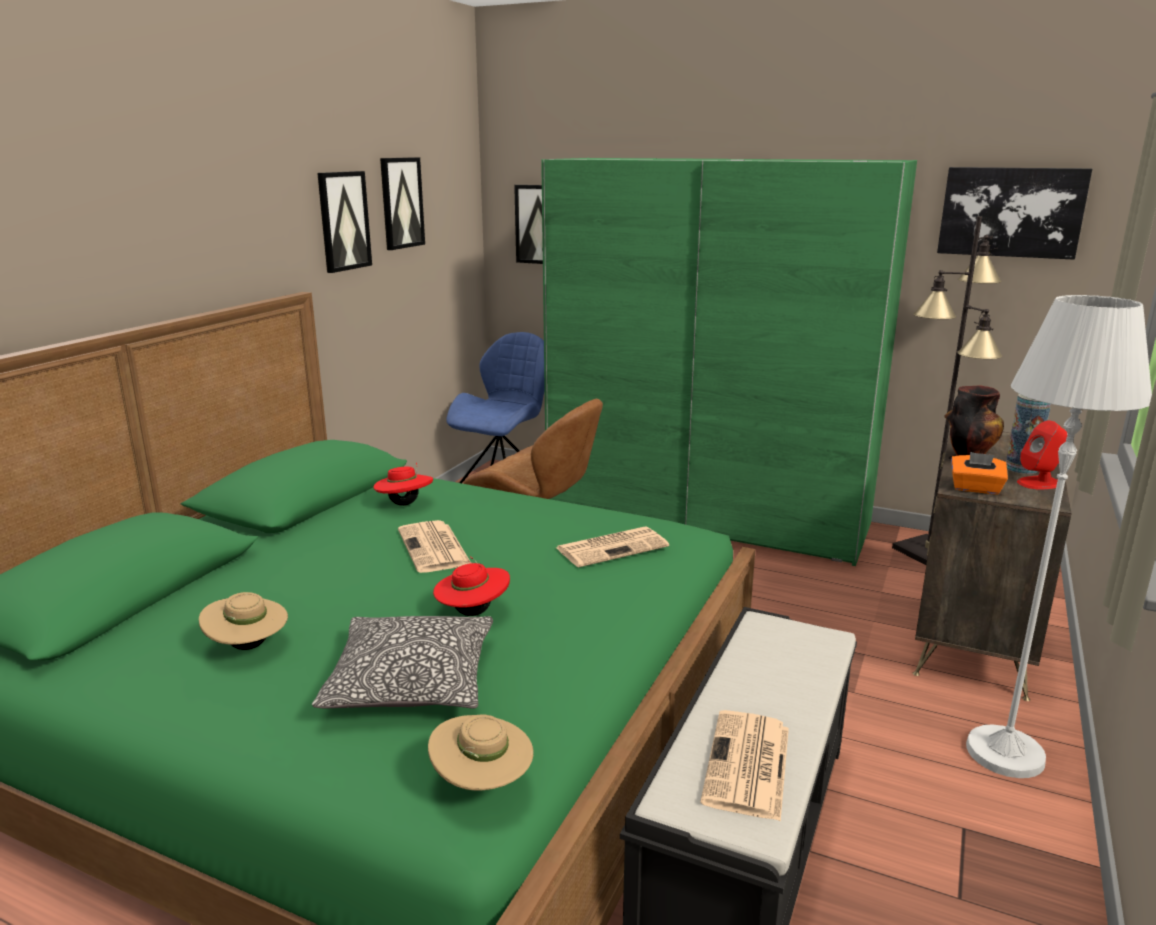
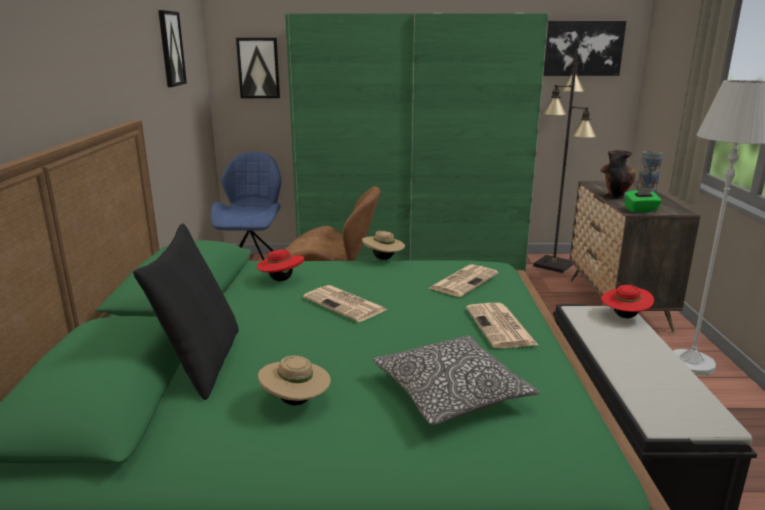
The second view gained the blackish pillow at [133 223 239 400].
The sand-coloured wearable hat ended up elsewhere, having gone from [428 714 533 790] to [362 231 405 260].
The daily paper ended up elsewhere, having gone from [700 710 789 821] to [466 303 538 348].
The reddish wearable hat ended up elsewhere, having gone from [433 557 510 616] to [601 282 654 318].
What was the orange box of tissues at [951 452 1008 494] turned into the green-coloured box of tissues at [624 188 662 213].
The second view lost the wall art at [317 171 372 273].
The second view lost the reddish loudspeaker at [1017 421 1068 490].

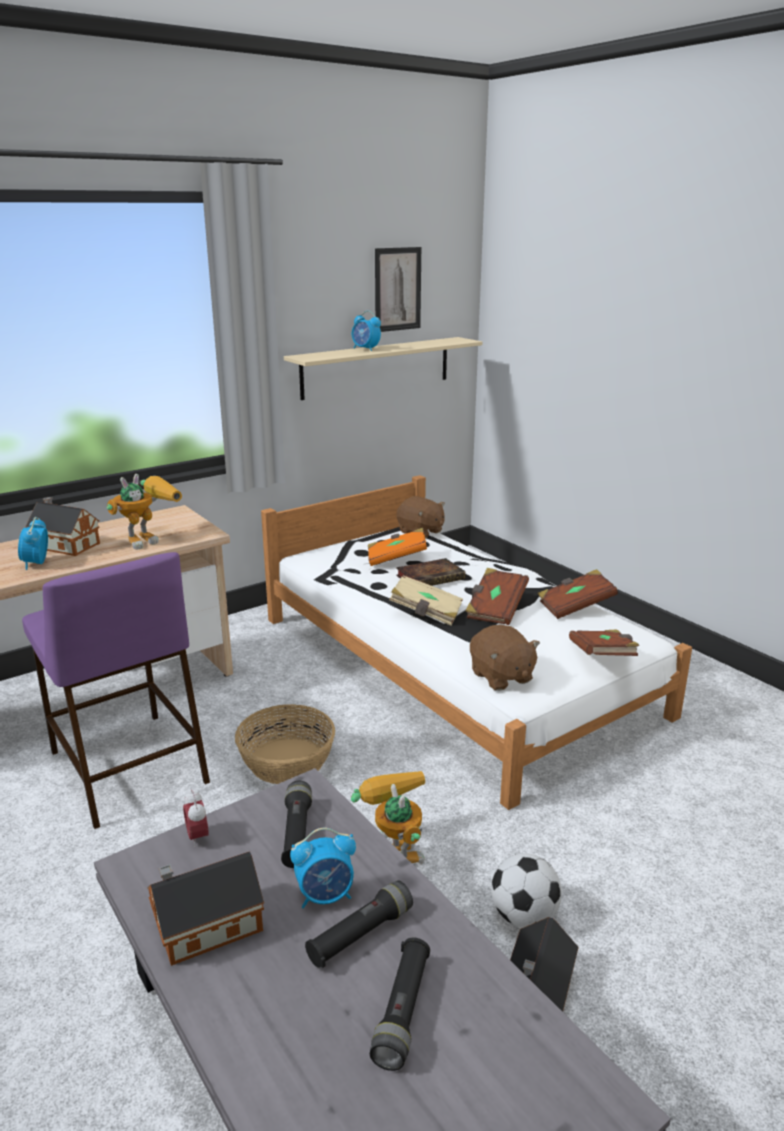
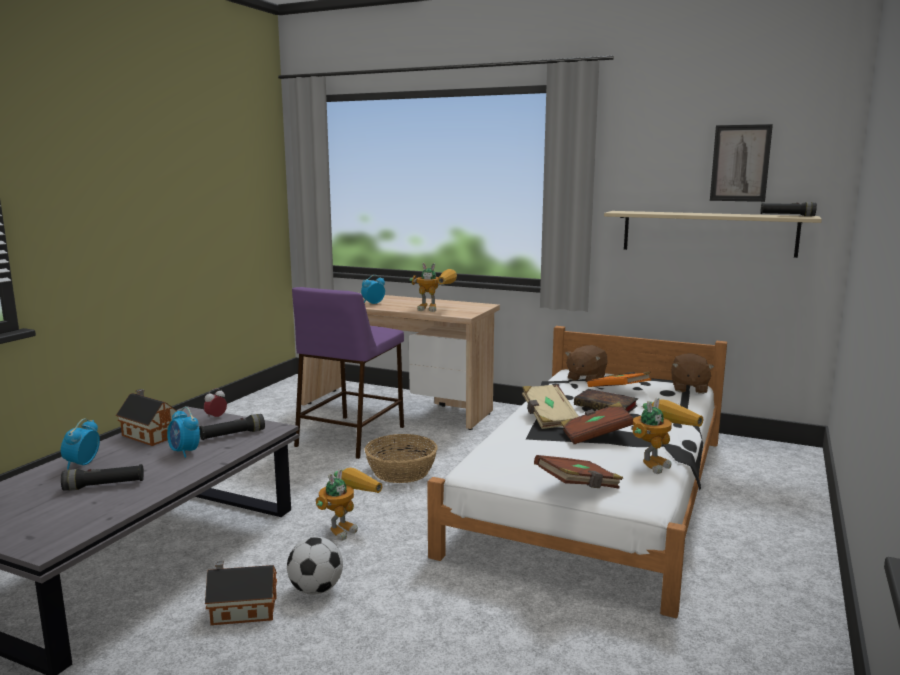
The alarm clock ended up elsewhere, having gone from [352 311 381 351] to [61 419 100 470].
The brown-coloured soft toy ended up elsewhere, having gone from [470 625 540 691] to [565 345 608 382].
Where the brown-coloured volume stood at [538 569 618 619], the robot figure came to stand at [631 397 703 474].
The blackish flashlight ended up elsewhere, having gone from [305 880 413 968] to [760 202 817 216].
The second view lost the toy house at [25 497 100 556].

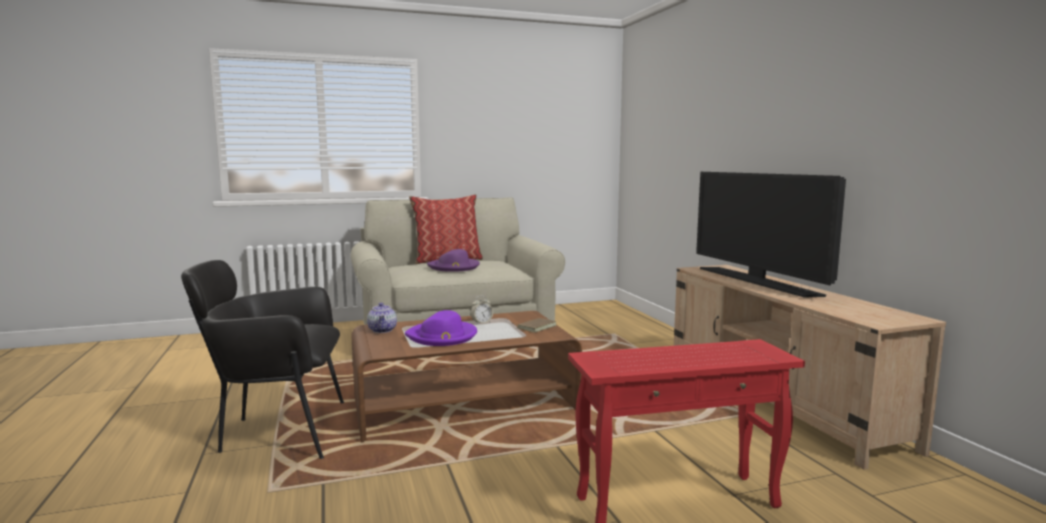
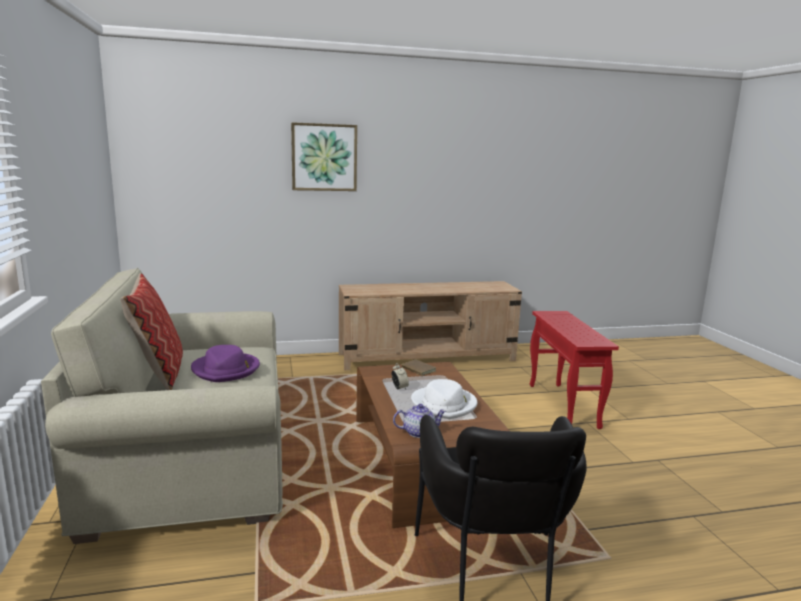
The second view gained the wall art at [291 122 357 191].
What was the purplish wearable hat at [405 310 477 346] turned into the white wearable hat at [411 379 477 419].
The second view lost the TV set at [696 172 846 298].

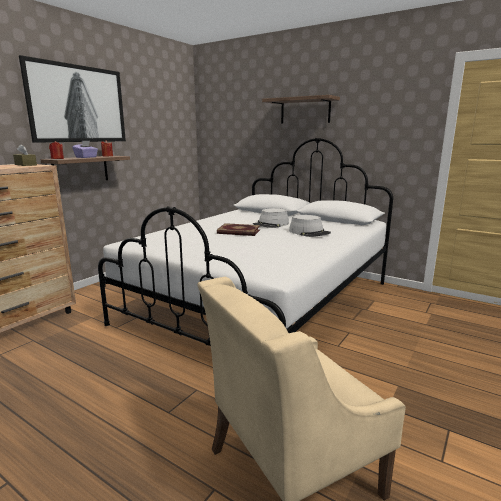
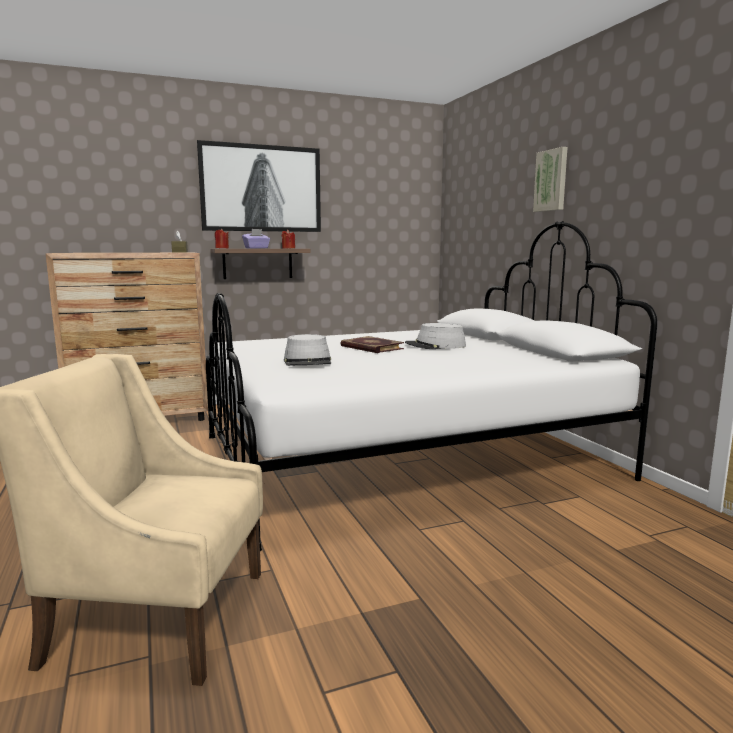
The greyish wearable hat ended up elsewhere, having gone from [289 215 331 237] to [283 334 331 366].
Where the shelf hung at [262 95 340 124], the wall art came to hang at [533 147 567 212].

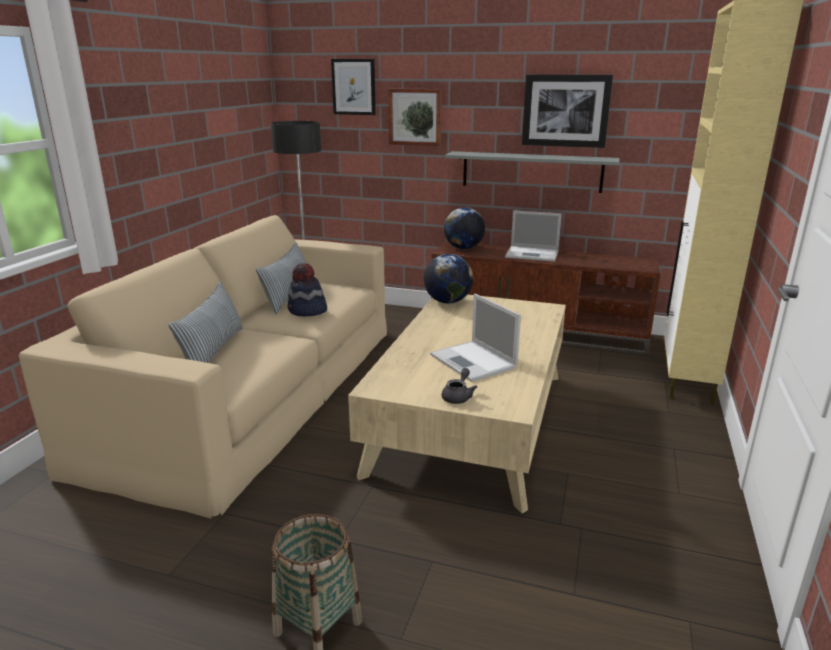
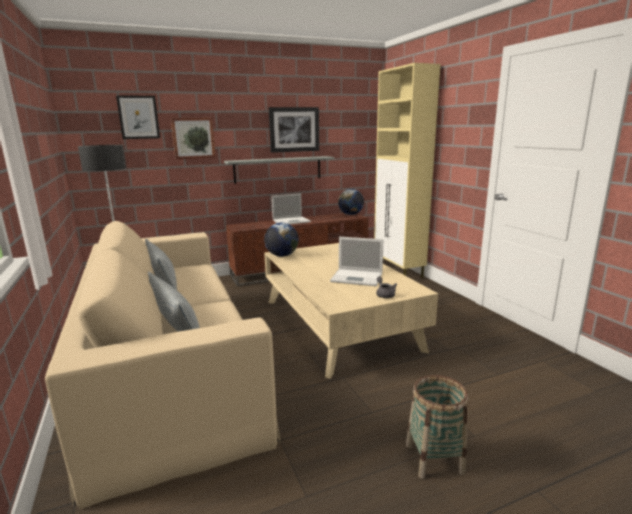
The globe ended up elsewhere, having gone from [444 207 485 249] to [338 189 364 215].
The second view lost the wearable hat at [288 263 327 316].

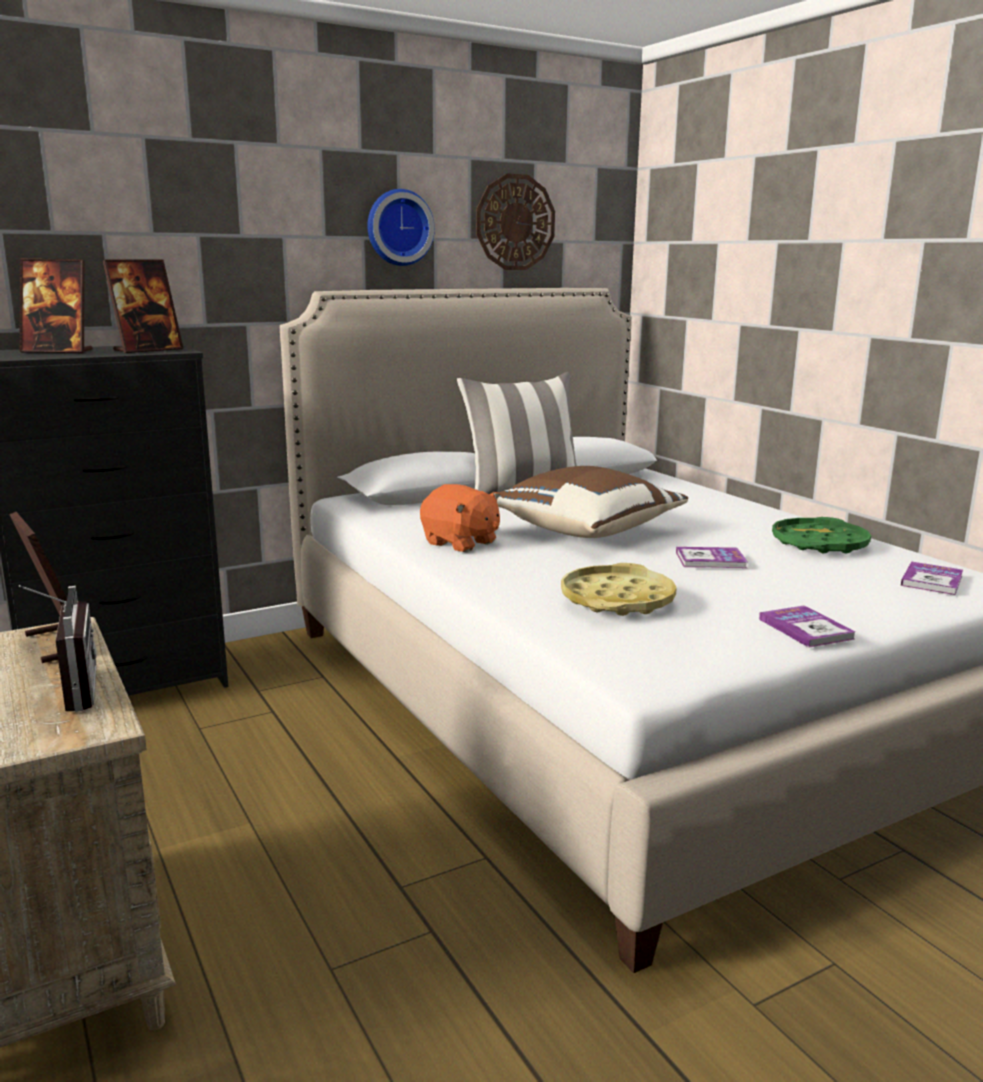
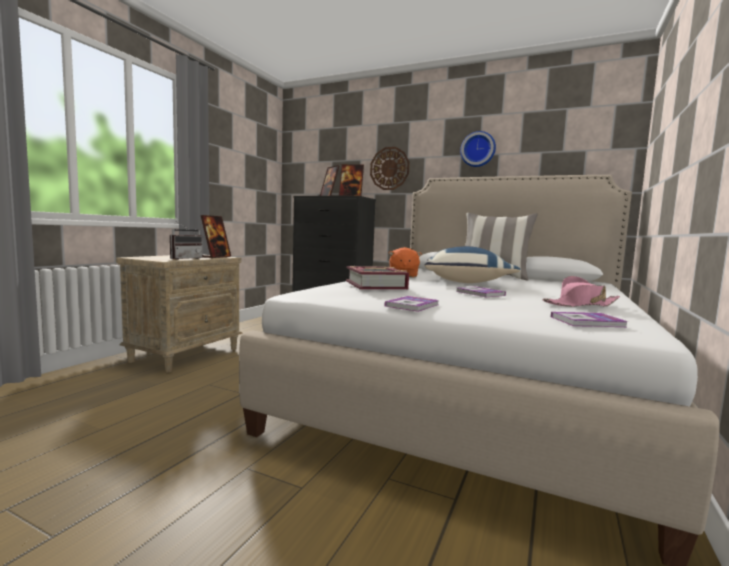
Where the yellowish carrying tray stood at [561 563 677 616], the volume came to stand at [346 266 409 290].
The wall clock ended up elsewhere, having gone from [476 173 555 270] to [370 147 410 190].
What was the brown-coloured pillow at [497 466 688 538] turned into the blue-coloured pillow at [424 246 520 283].
Where the green-coloured carrying tray stood at [772 517 871 554], the pink-coloured wearable hat came to stand at [543 276 620 307].

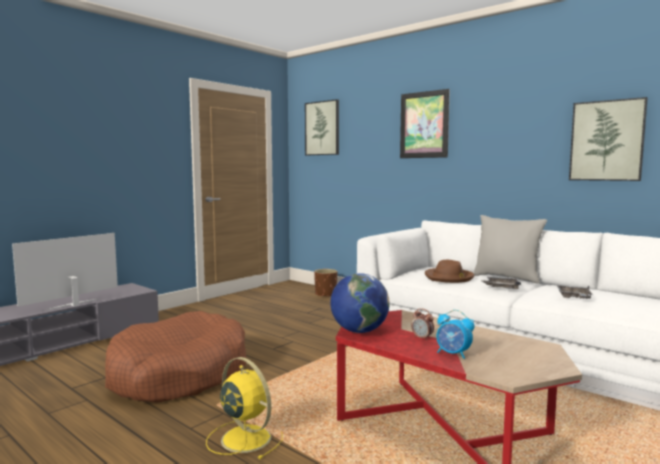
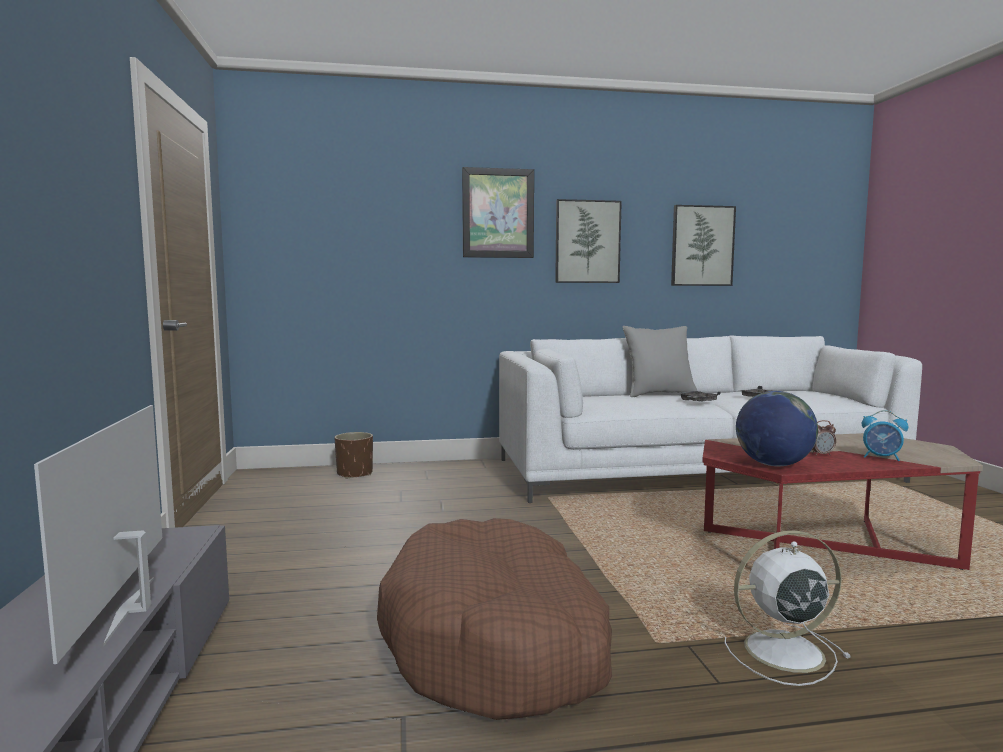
The wall art ended up elsewhere, having gone from [305 99 339 155] to [555 199 622 283].
What was the yellowish electric fan at [206 357 283 459] turned into the white electric fan at [725 530 851 686].
The alarm clock at [437 310 475 359] ended up facing another way, 45 degrees clockwise from before.
The second view lost the brown-coloured wearable hat at [425 260 474 283].

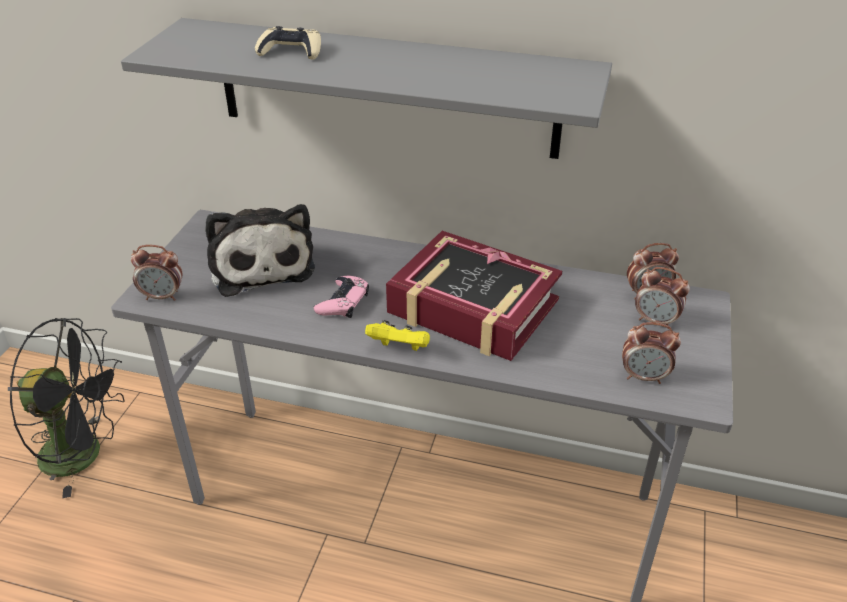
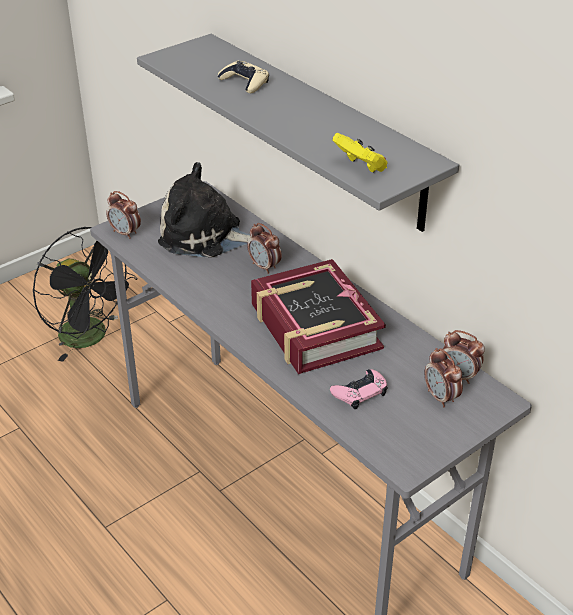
The soft toy at [205 204 315 297] ended up facing another way, 90 degrees clockwise from before.
The alarm clock ended up elsewhere, having gone from [622 322 681 384] to [247 223 282 274].
The pink-coloured gamepad ended up elsewhere, having gone from [313 276 369 318] to [330 369 387 409].
The yellowish gamepad ended up elsewhere, having gone from [365 320 430 351] to [332 133 387 173].

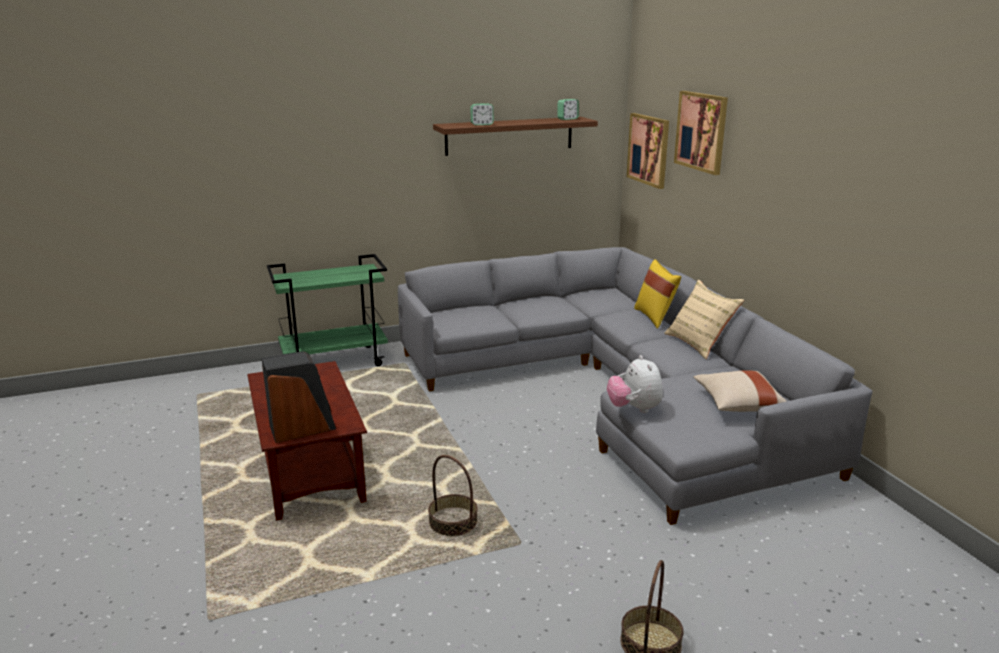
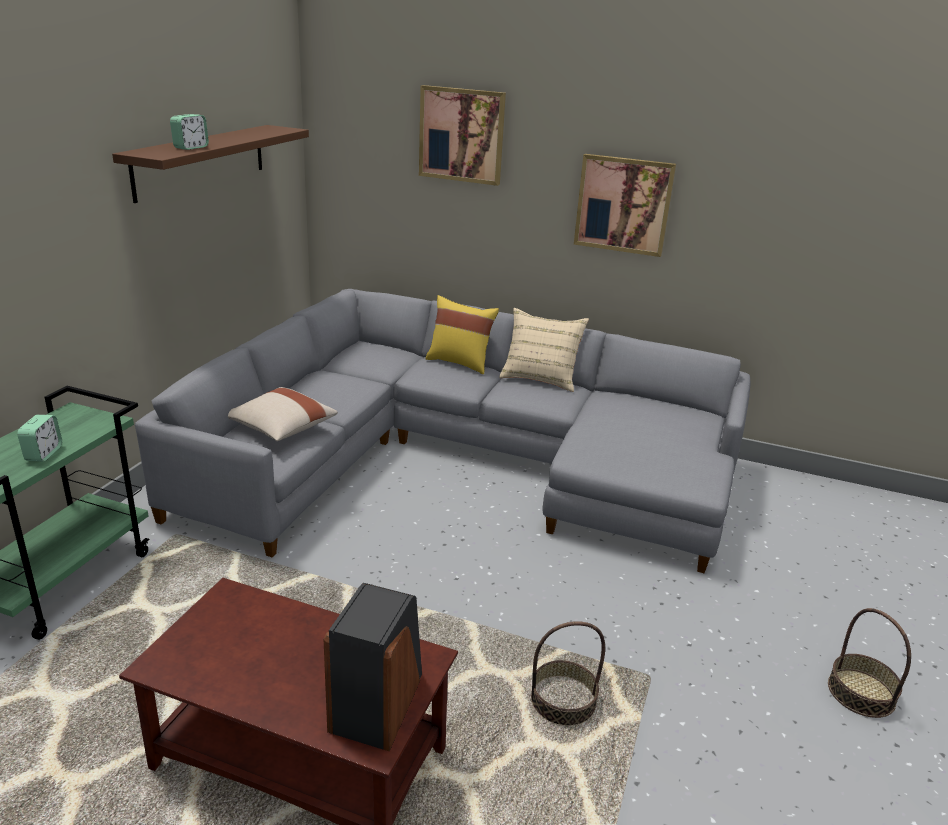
The alarm clock ended up elsewhere, having gone from [558 99 579 120] to [17 415 62 461].
The sand-coloured pillow ended up elsewhere, having gone from [693 371 787 412] to [228 387 338 441].
The wall art ended up elsewhere, having gone from [627 113 669 189] to [574 154 676 257].
The second view lost the soft toy at [607 355 663 413].

